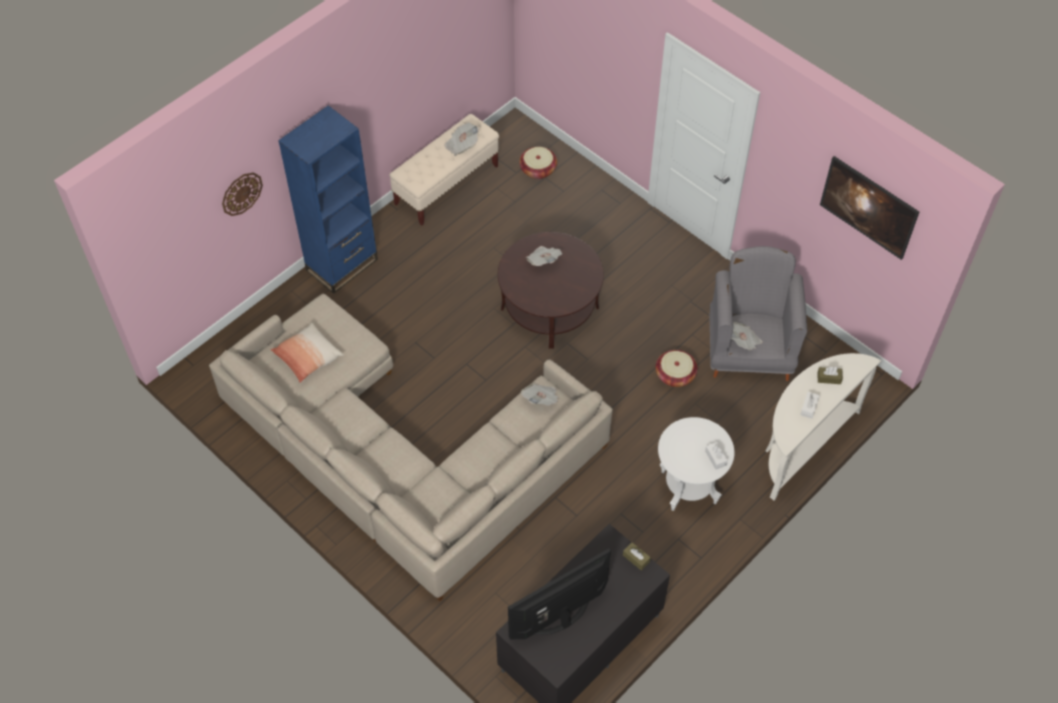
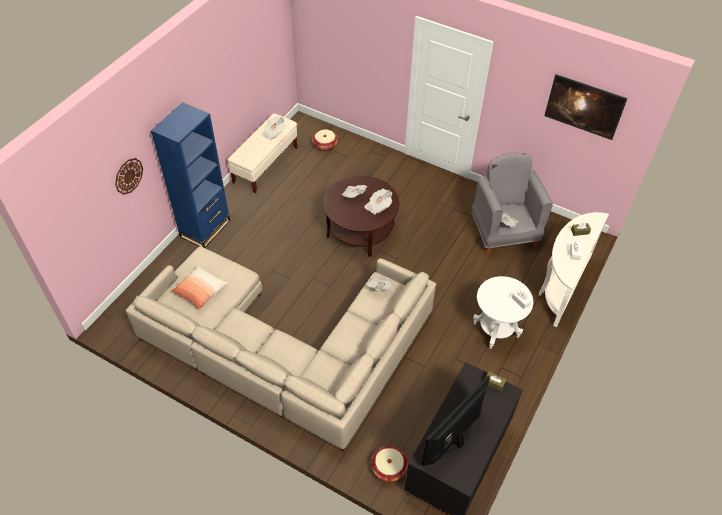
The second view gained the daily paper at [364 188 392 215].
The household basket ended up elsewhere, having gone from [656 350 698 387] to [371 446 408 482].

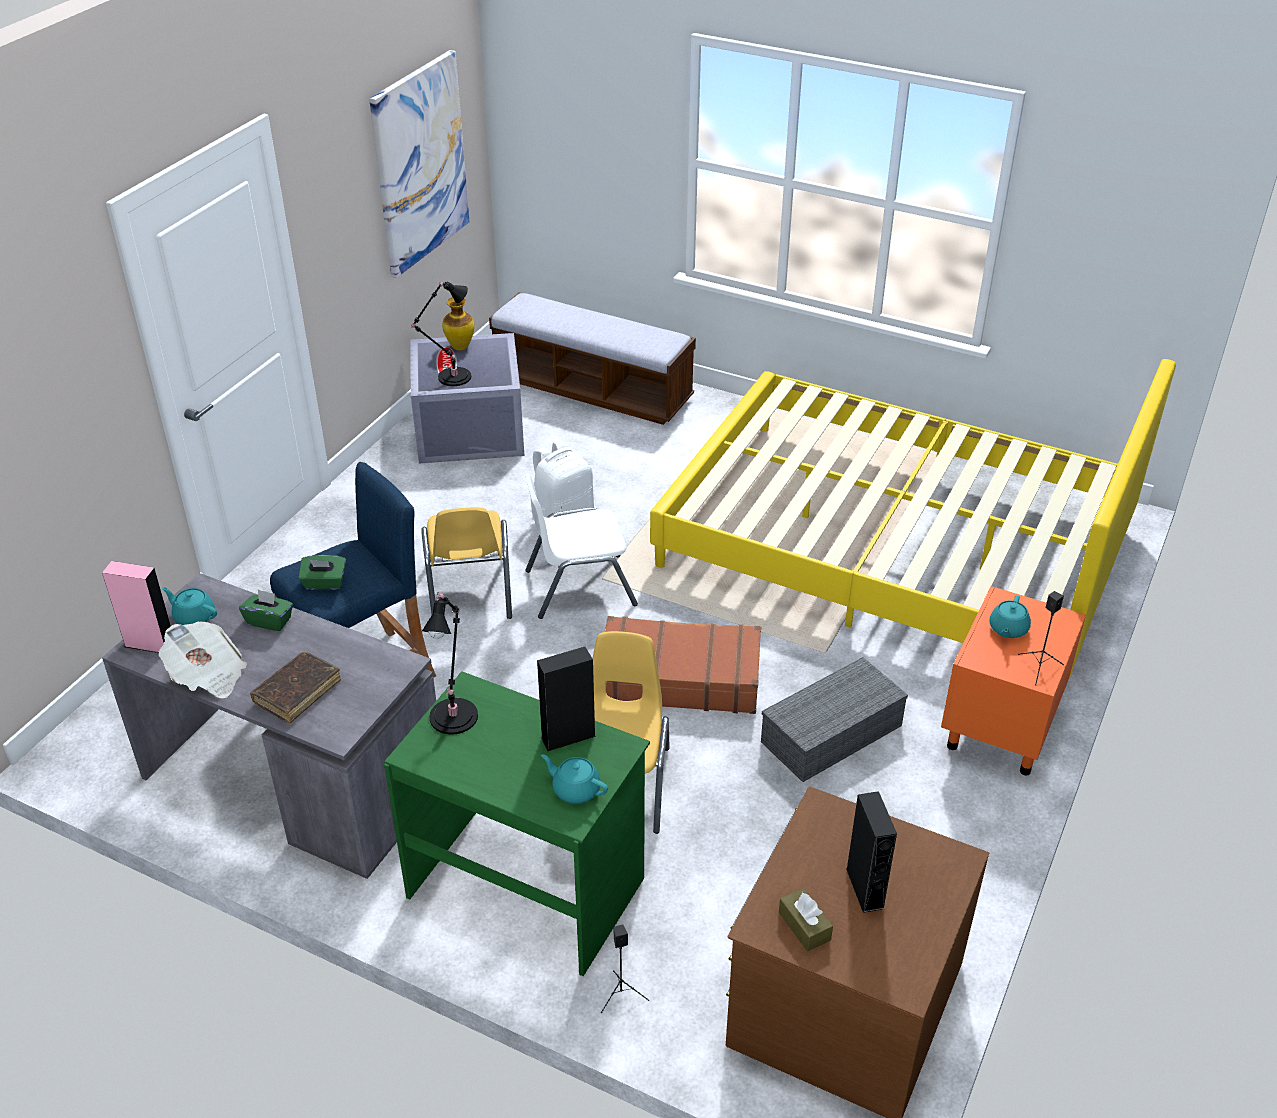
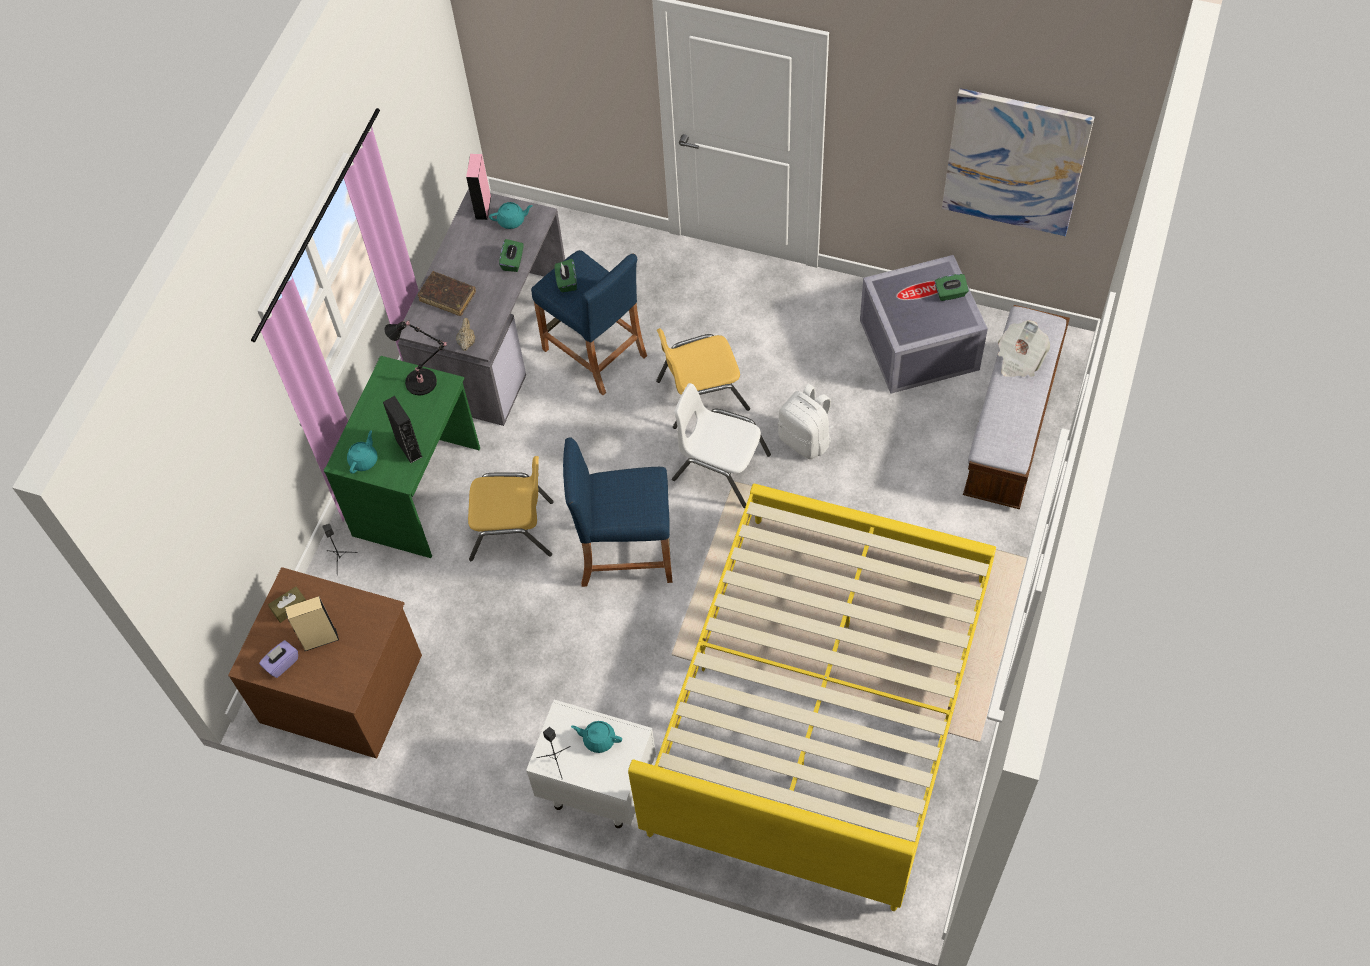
The second view gained the purplish box of tissues at [259 640 298 678].
What was the blackish loudspeaker at [846 791 897 913] turned into the sand-coloured loudspeaker at [285 596 339 651].
The second view gained the sand-coloured tea pot at [456 318 475 351].
The turquoise tea pot at [162 587 217 625] ended up facing another way, 60 degrees clockwise from before.
What was the orange nightstand at [941 586 1086 775] turned into the white nightstand at [526 700 656 828].
Where the brown-coloured piece of luggage stood at [605 616 761 714], the blue-coloured sitting stool came to stand at [563 437 672 587].
The white chair at [525 473 638 619] ended up facing another way, 45 degrees counterclockwise from before.
Where the flower vase stood at [442 297 475 351], the green-coloured box of tissues came to stand at [935 274 969 301].
The daily paper ended up elsewhere, having gone from [158 622 247 698] to [998 320 1050 377].
The second view lost the blackish table lamp at [411 282 471 386].
The second view lost the greyish storage box at [761 657 908 782].

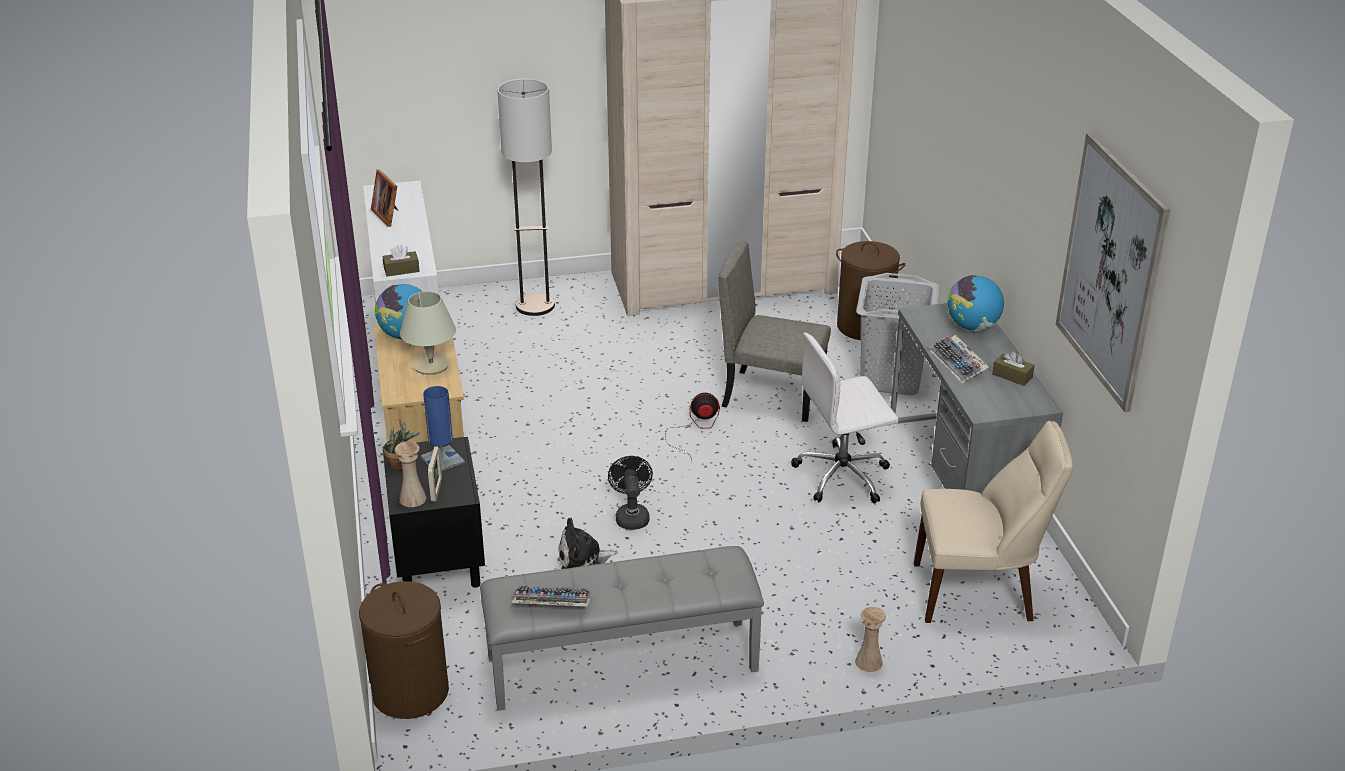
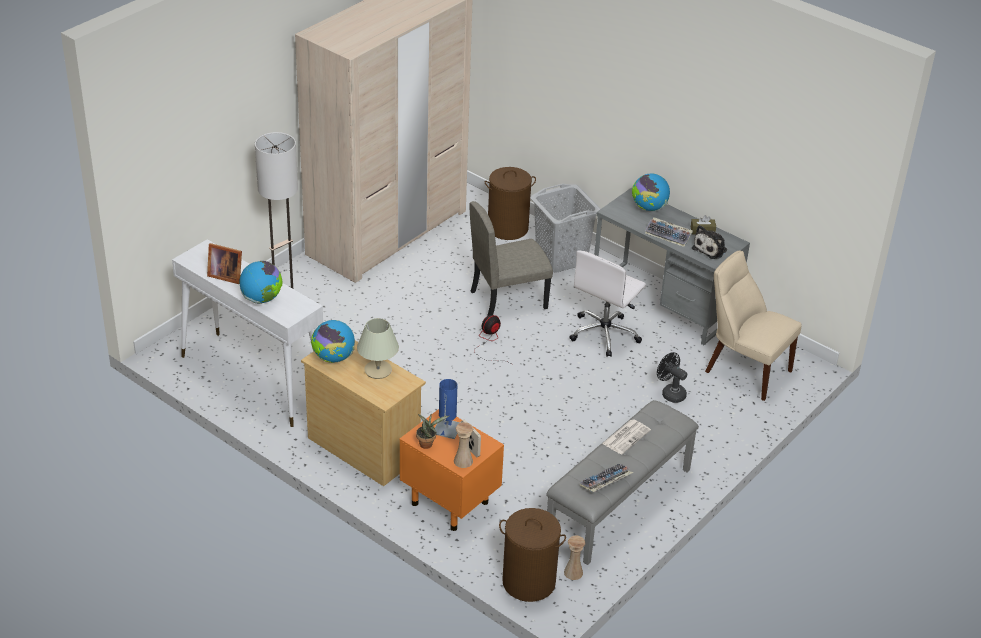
The second view gained the globe at [239 261 282 304].
What was the blackish nightstand at [383 437 485 588] turned into the orange nightstand at [399 409 504 531].
The sand-coloured flower vase ended up elsewhere, having gone from [855 607 886 672] to [564 536 585 580].
The second view gained the daily paper at [602 419 651 455].
The blackish electric fan ended up elsewhere, having gone from [608 456 653 530] to [657 352 687 403].
The soft toy ended up elsewhere, having gone from [558 517 618 569] to [692 225 727 259].
The sand-coloured chair at [914 420 1073 623] ended up facing another way, 105 degrees counterclockwise from before.
The second view lost the brown-coloured box of tissues at [383 244 420 276].
The second view lost the wall art at [1055 133 1170 412].

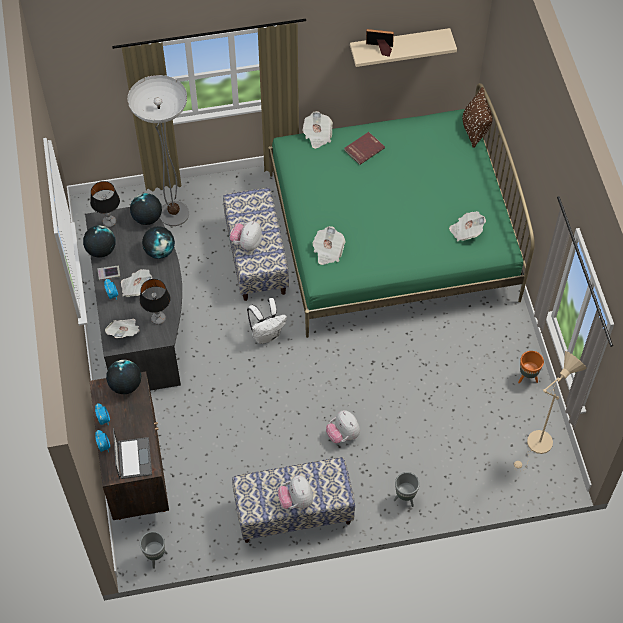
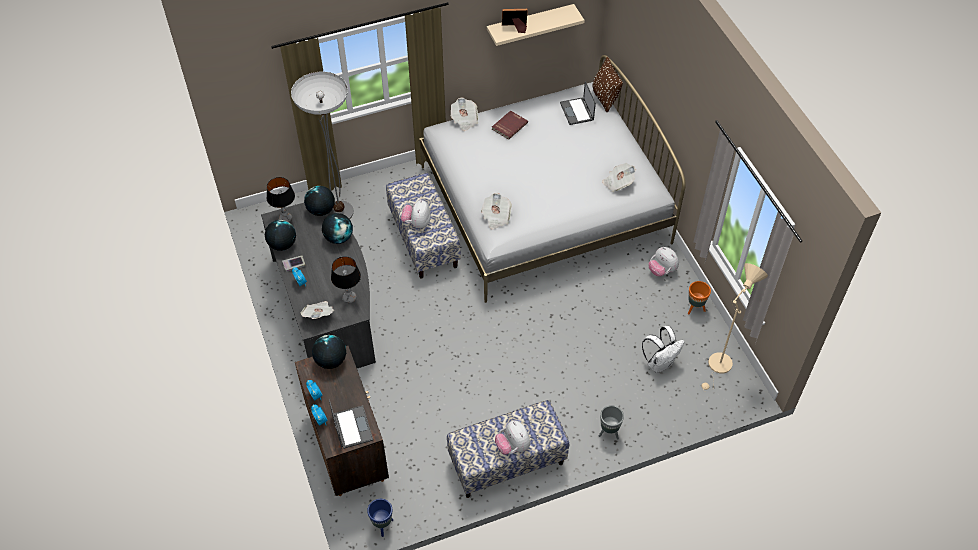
What was the greyish flower pot at [140 531 167 569] turned into the blue-coloured flower pot at [367 499 393 537].
What was the green-coloured bedroom bed at [268 83 535 338] turned into the white bedroom bed at [419 55 686 303].
The second view gained the laptop at [560 81 596 125].
The white knapsack ended up elsewhere, having gone from [247 298 287 344] to [642 326 685 373].
The soft toy ended up elsewhere, having gone from [326 410 360 443] to [648 247 679 276].
The second view lost the daily paper at [121 269 152 297].

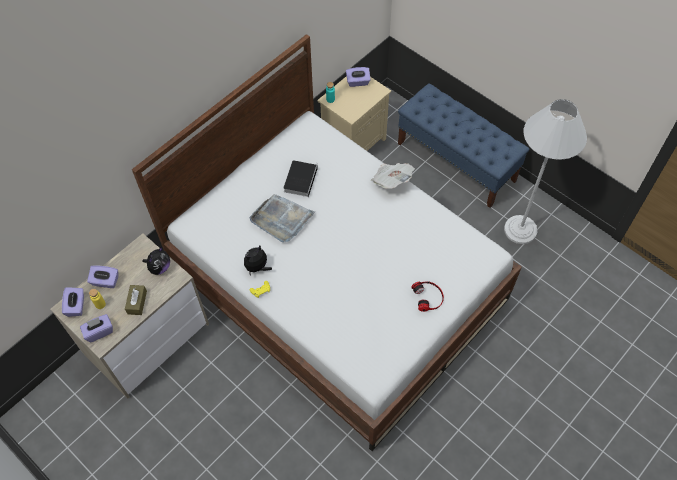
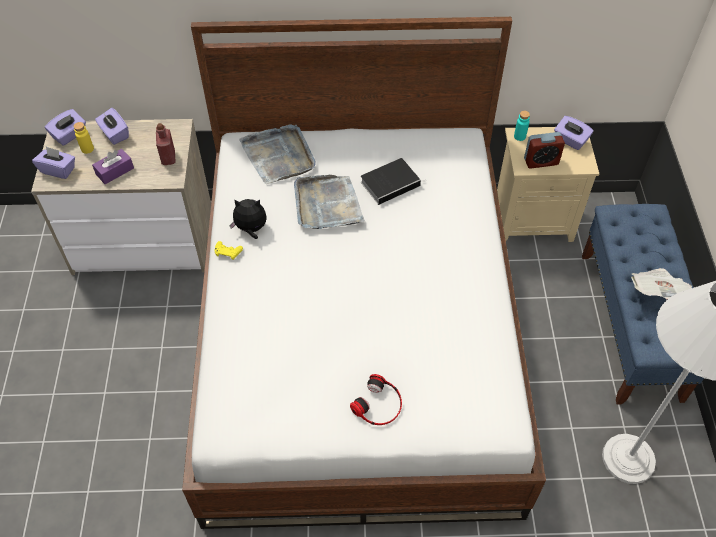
What was the brown-coloured box of tissues at [125 285 147 315] turned into the purplish box of tissues at [92 149 134 184].
Where the soft toy stood at [143 247 170 275], the reddish drink bottle came to stand at [156 123 176 165].
The second view gained the greyish carrying tray at [239 125 316 184].
The second view gained the alarm clock at [524 132 565 169].
The daily paper ended up elsewhere, having gone from [371 163 415 189] to [631 268 692 299].

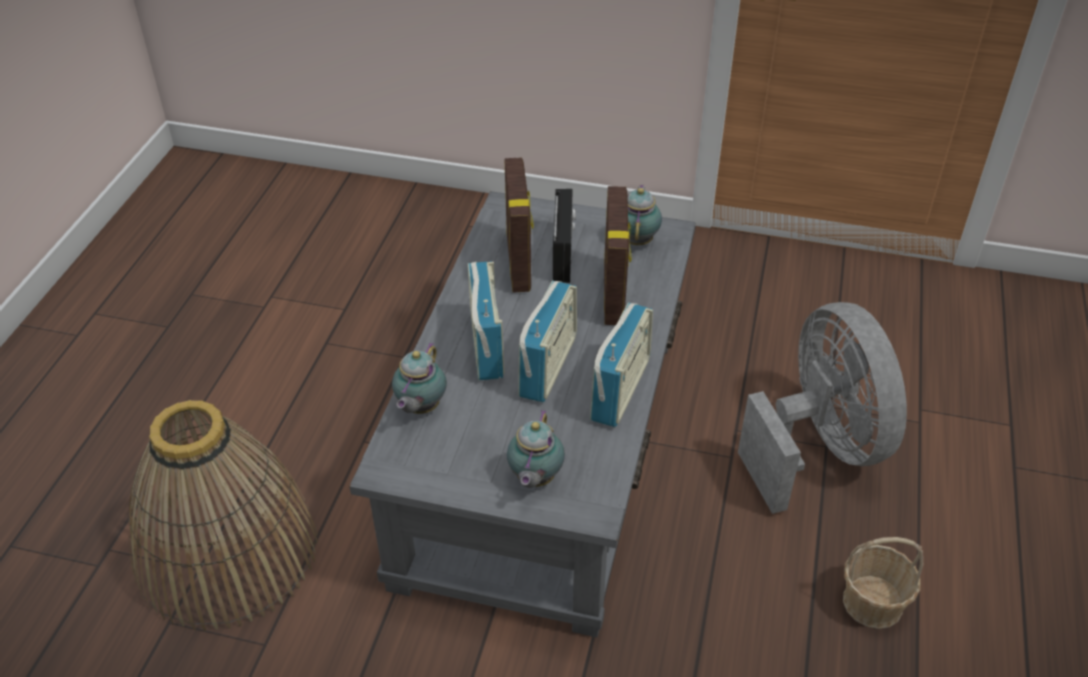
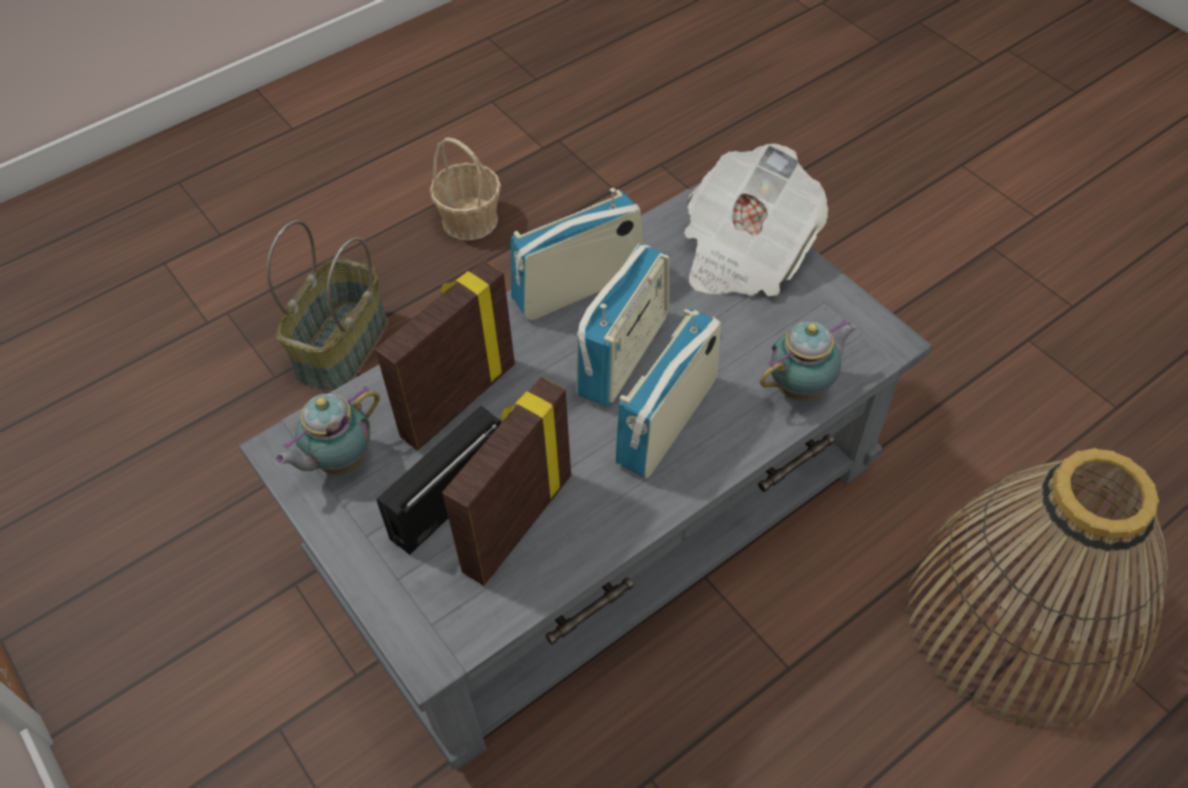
Where the greyish electric fan stood at [738 302 907 514], the household basket came to stand at [267 220 387 392].
The radio at [518 281 577 403] ended up facing another way, 150 degrees clockwise from before.
Where the tea pot stood at [507 410 565 488], the daily paper came to stand at [684 143 828 297].

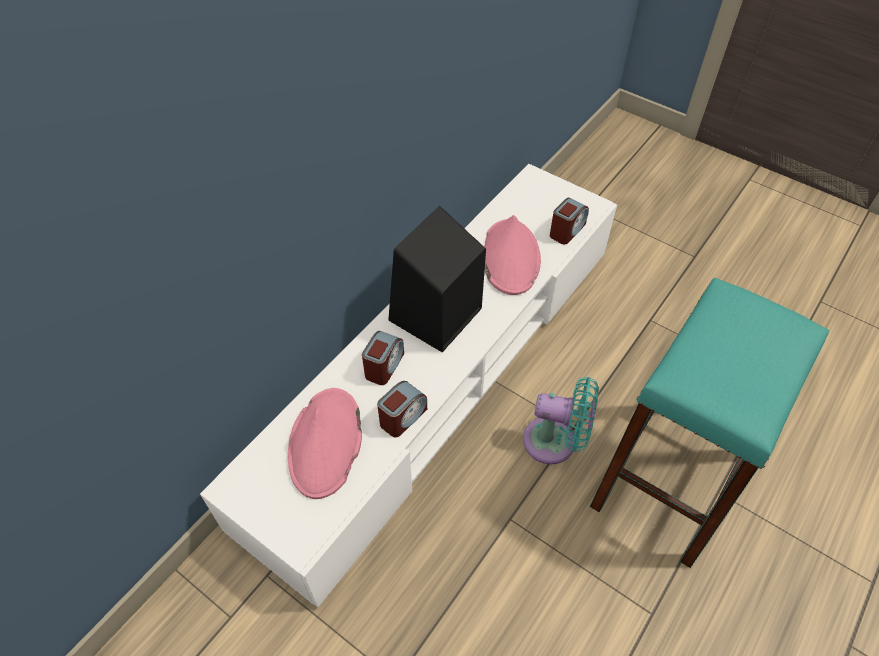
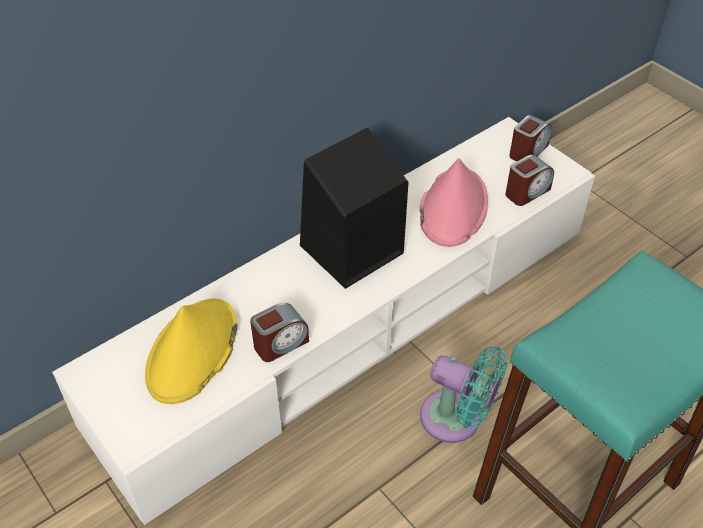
What was the pink-coloured wearable hat at [288 388 362 499] turned into the yellowish wearable hat at [145 298 238 404].
The alarm clock ended up elsewhere, having gone from [362 331 404 385] to [509 115 552 162].

